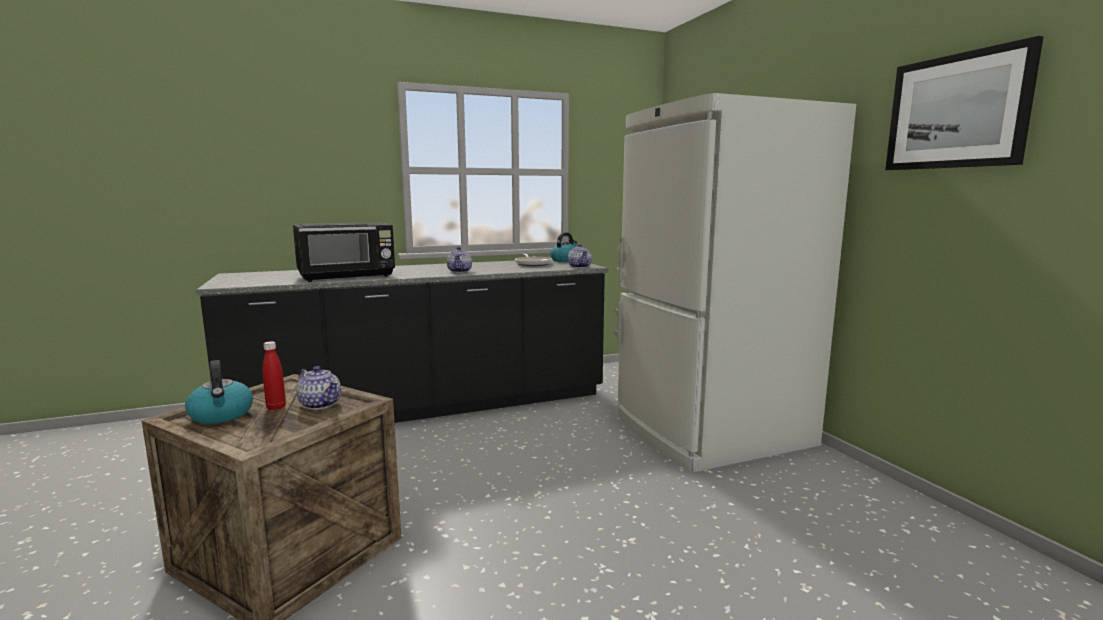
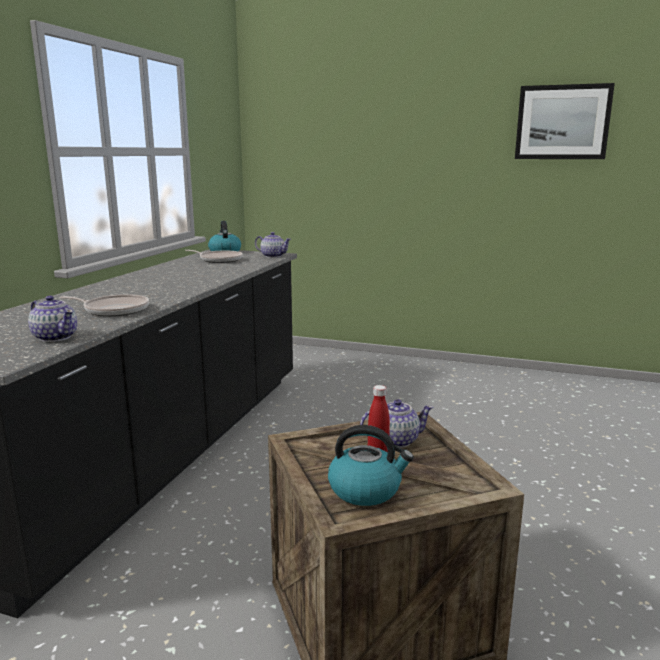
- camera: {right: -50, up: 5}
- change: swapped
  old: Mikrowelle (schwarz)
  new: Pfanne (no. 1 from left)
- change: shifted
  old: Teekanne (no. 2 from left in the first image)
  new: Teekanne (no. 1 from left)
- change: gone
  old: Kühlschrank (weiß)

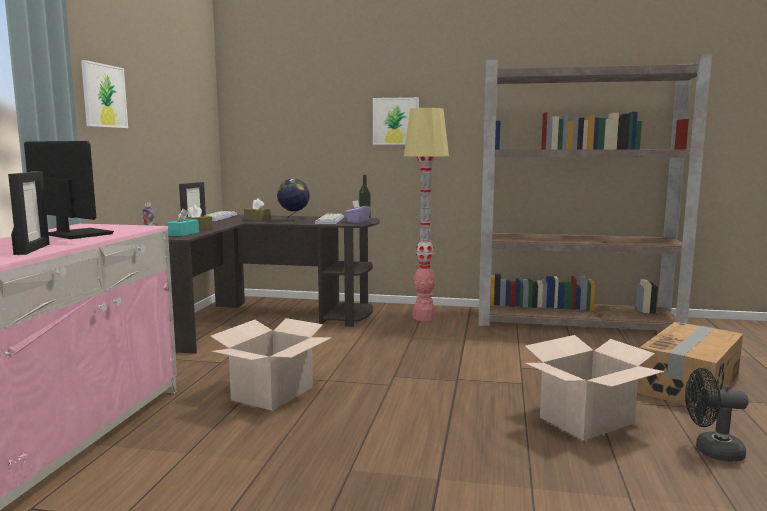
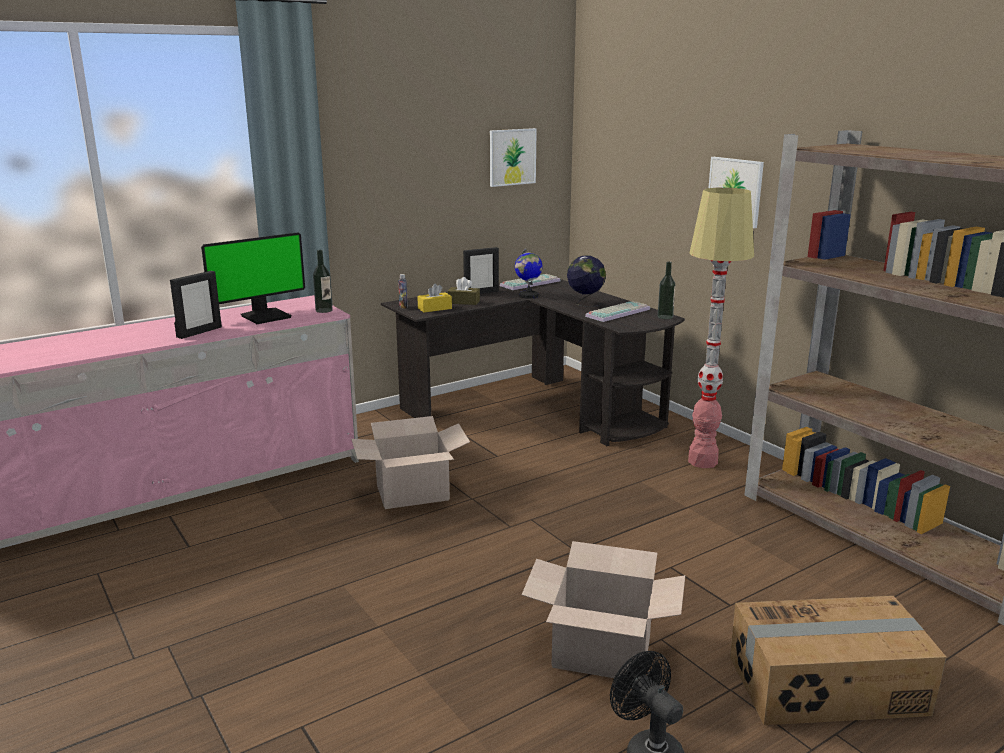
- camera: {right: 45, up: 10}
- change: rotated
  old: Monitor
  degrees: 60
- change: shifted
  old: Bild (no. 1 from left)
- change: repainted
  old: Taschentuchbox (türkis)
  new: Taschentuchbox (gelb)
- change: gone
  old: Taschentuchbox (braun) (no. 2 from left)
- change: gone
  old: Taschentuchbox (lila)
- change: new
  new: Flasche (no. 1 from left)
- change: new
  new: Globus (no. 1 from left)

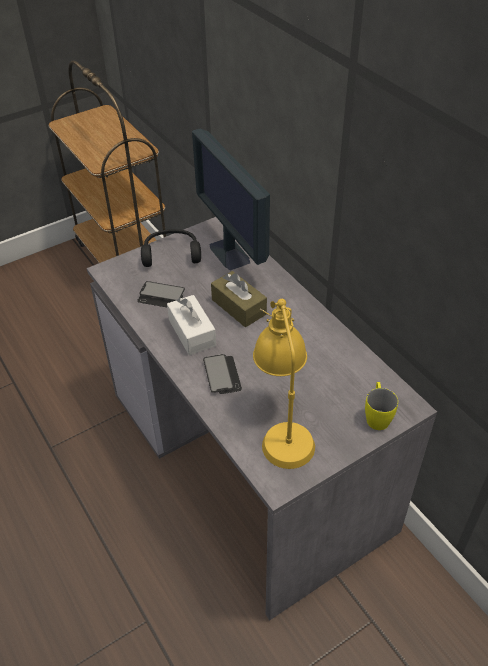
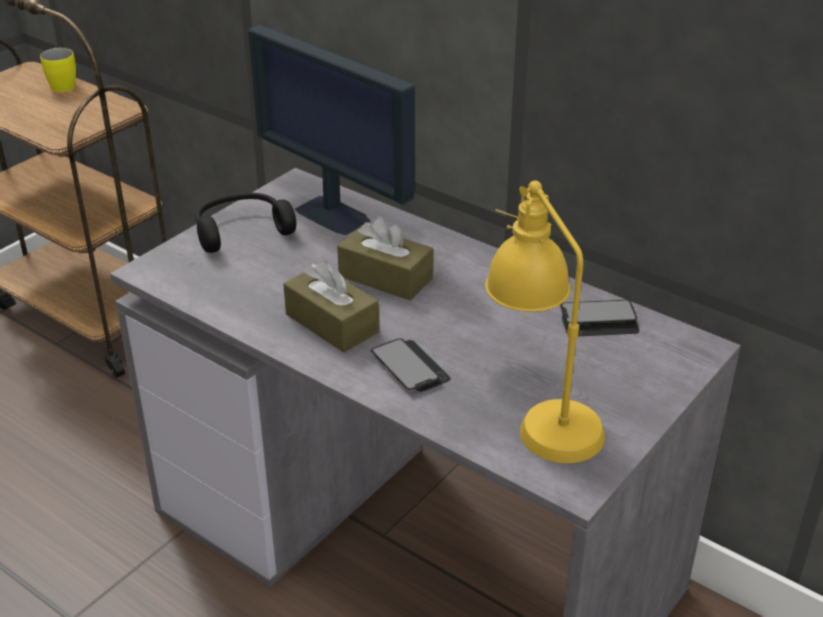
- camera: {right: -20, up: -10}
- change: shifted
  old: Handy (no. 1 from left in the first image)
  new: Handy (no. 2 from left)
- change: repainted
  old: Taschentuchbox (weiß)
  new: Taschentuchbox (braun) (no. 1 from left)
- change: shifted
  old: Henkelbecher (gelb)

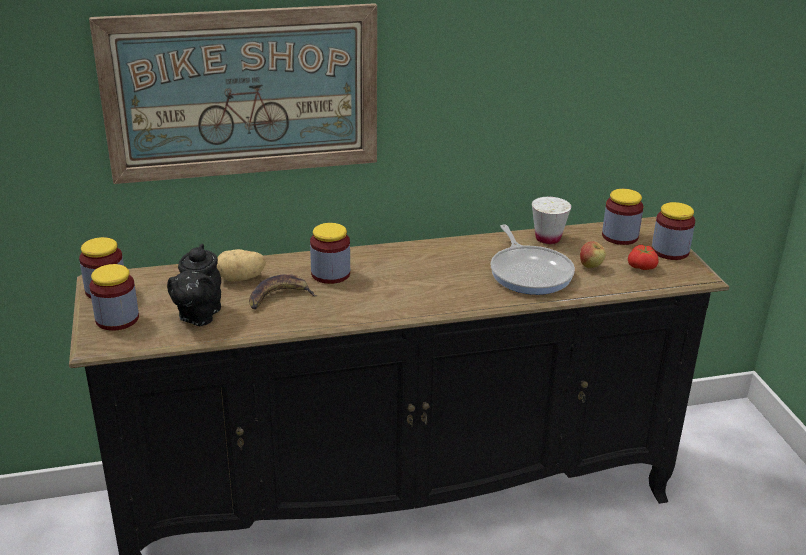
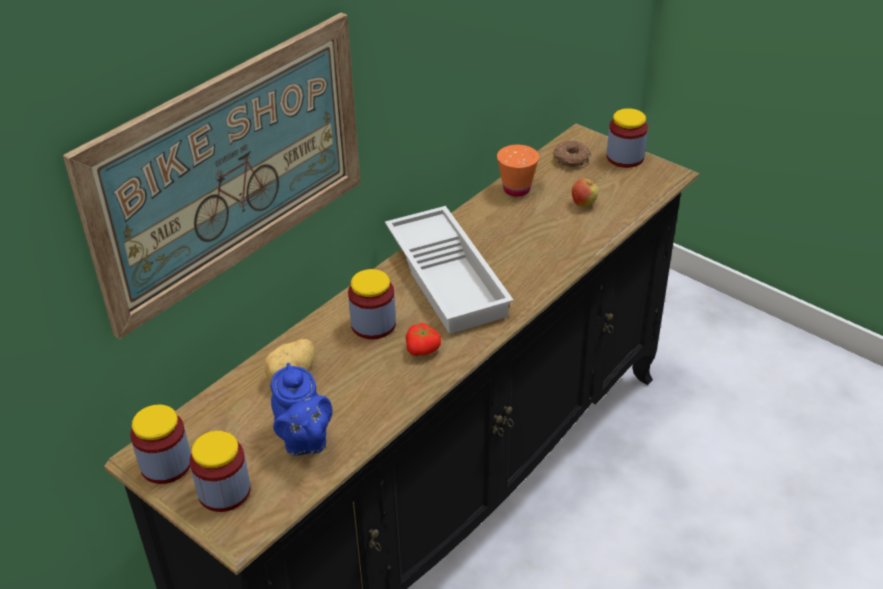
- camera: {right: -35, up: 10}
- change: repainted
  old: Teekanne (schwarz)
  new: Teekanne (blau)
- change: gone
  old: Banane
- change: gone
  old: Pfanne
- change: repainted
  old: Tasse (weiß)
  new: Tasse (orange)
- change: swapped
  old: Vorratsglas (no. 4 from left)
  new: Donut
- change: shifted
  old: Tomate
- change: new
  new: Tablett (weiß)

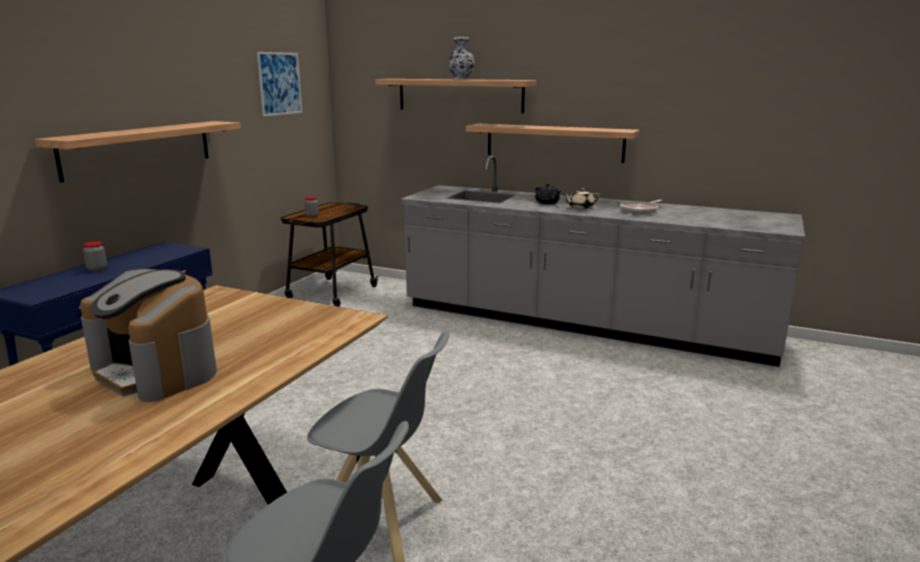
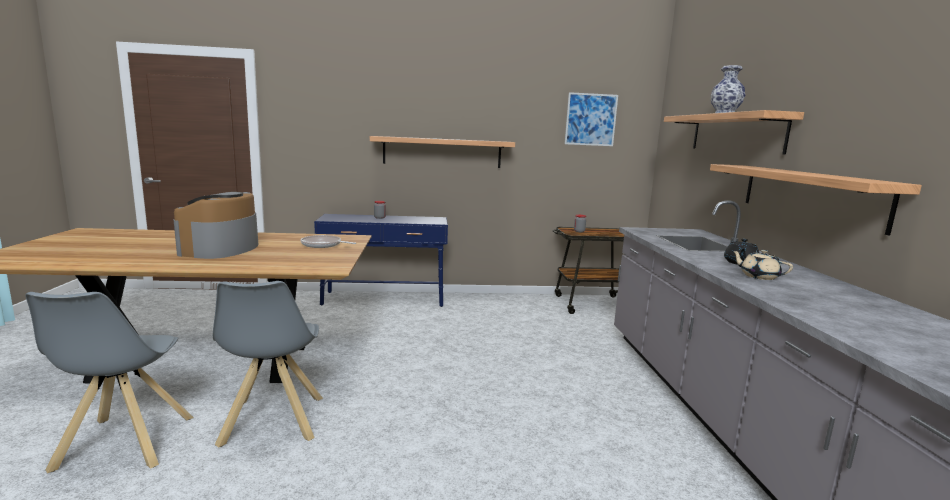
- camera: {right: 60, up: -5}
- change: shifted
  old: Pfanne

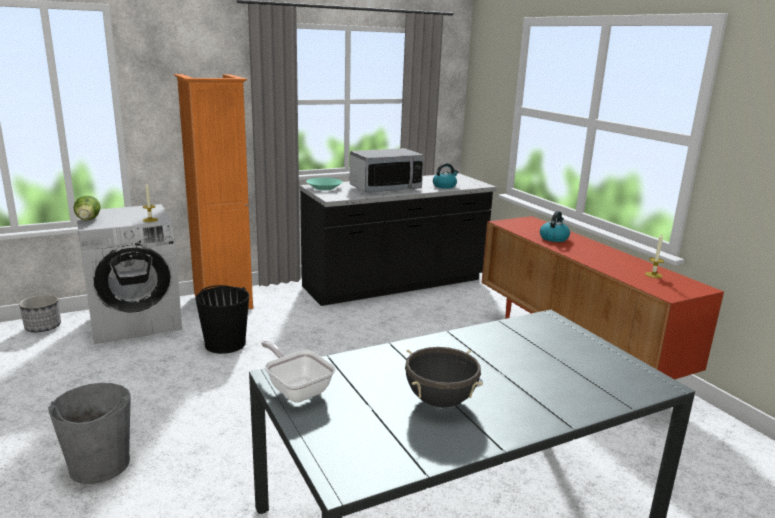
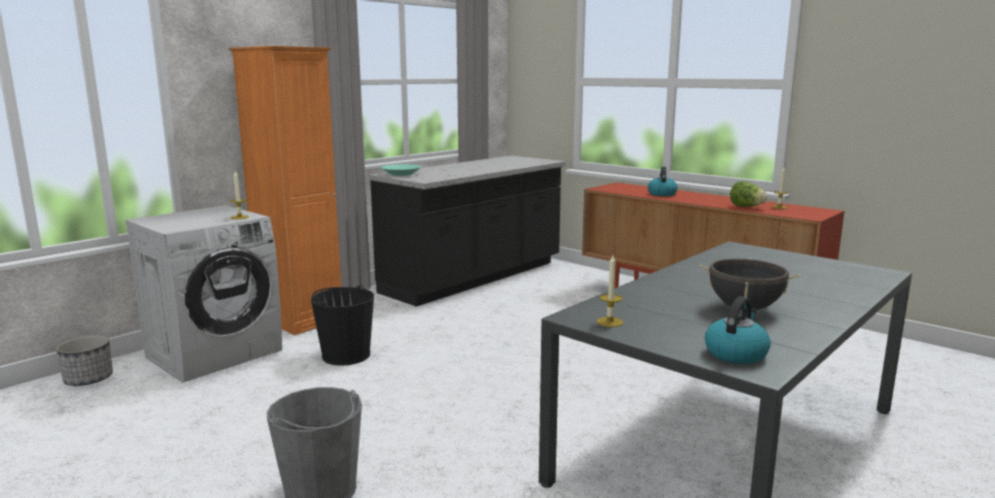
- camera: {right: -20, up: -5}
- change: shifted
  old: Salatkopf
- change: swapped
  old: Pfanne
  new: Kerze (no. 2 from left)
- change: gone
  old: Mikrowelle
- change: shifted
  old: Wasserkessel (no. 1 from left in the first image)
  new: Wasserkessel (no. 2 from left)

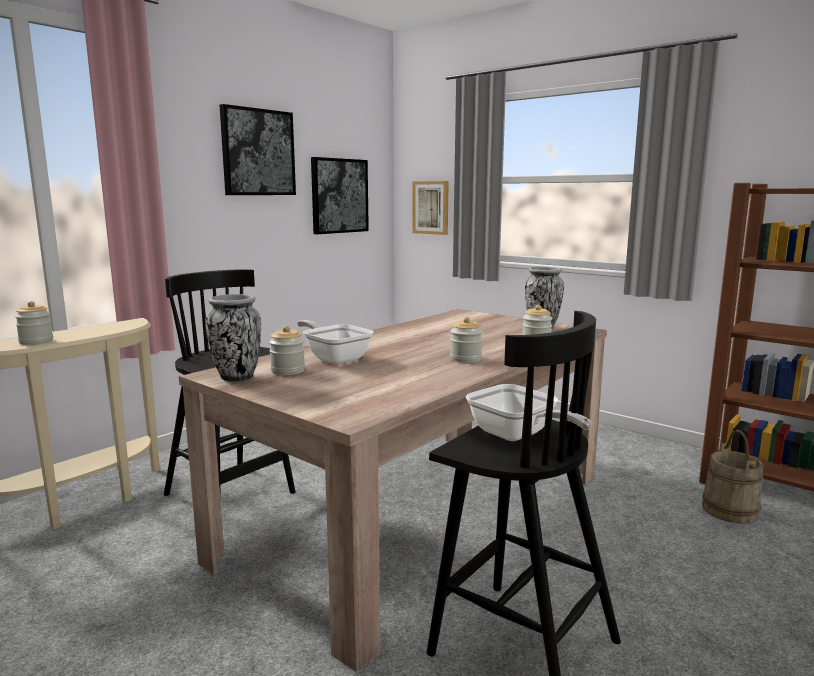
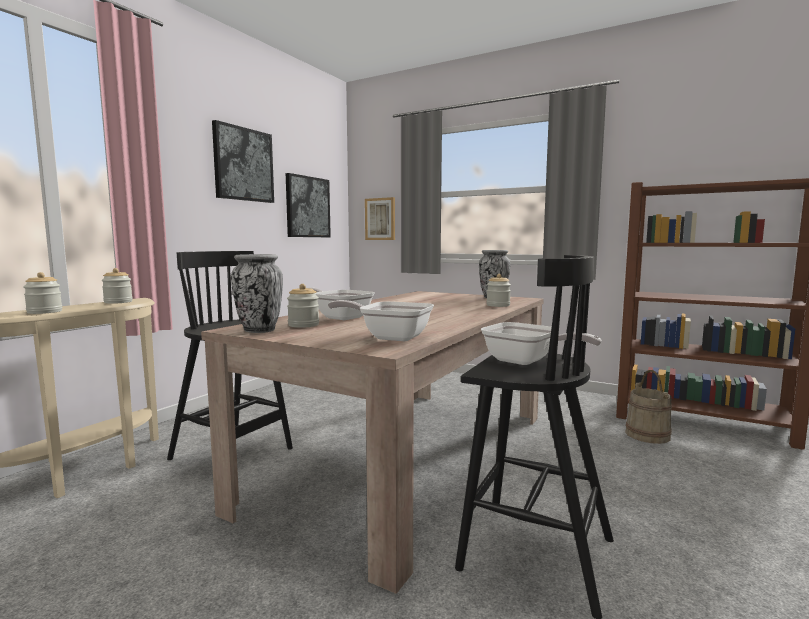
- camera: {right: -10, up: -5}
- change: shifted
  old: Vorratsglas (no. 3 from left in the first image)
  new: Vorratsglas (no. 2 from left)
- change: new
  new: Pfanne (no. 2 from left)

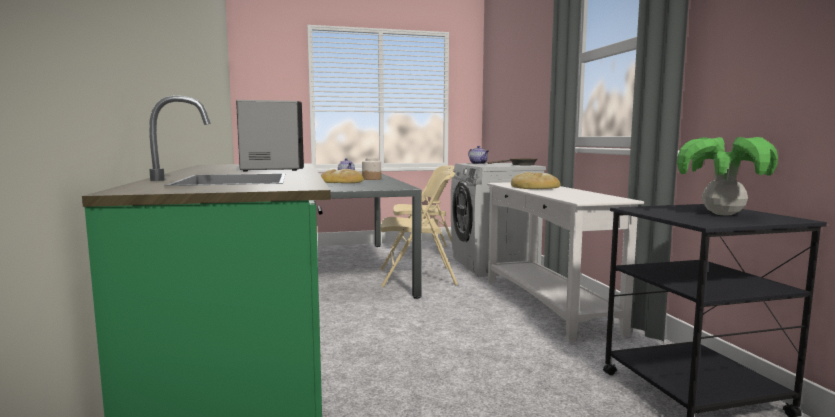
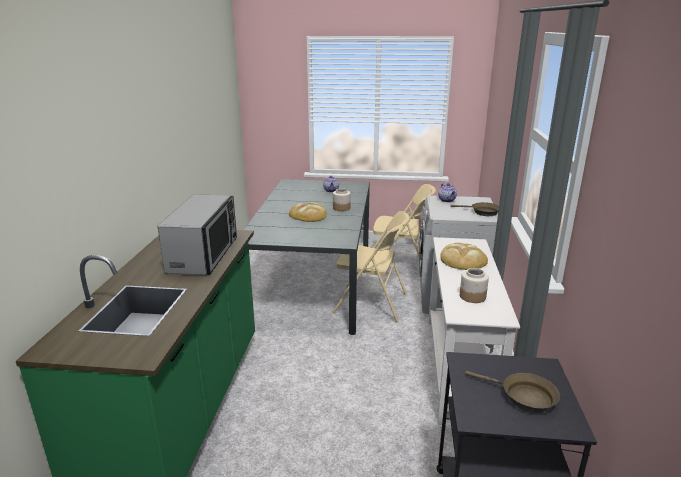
- camera: {right: 20, up: 15}
- change: swapped
  old: Topfpflanze
  new: Pfanne (braun) (no. 2 from left)
- change: new
  new: Vorratsglas (no. 2 from left)

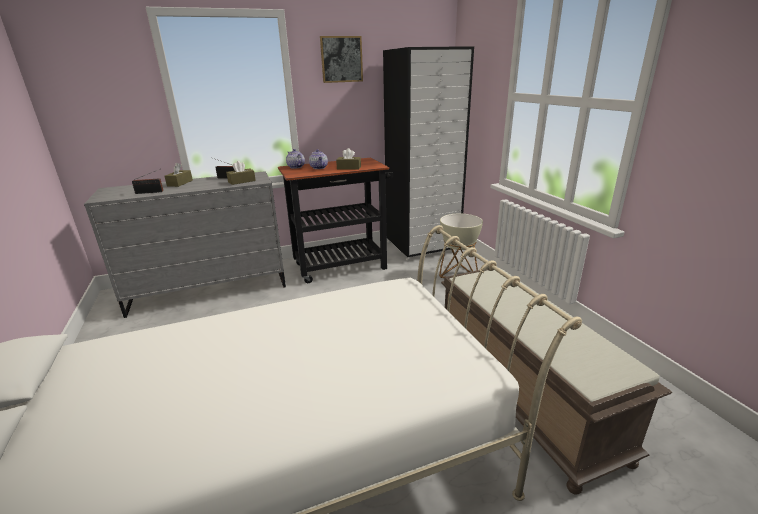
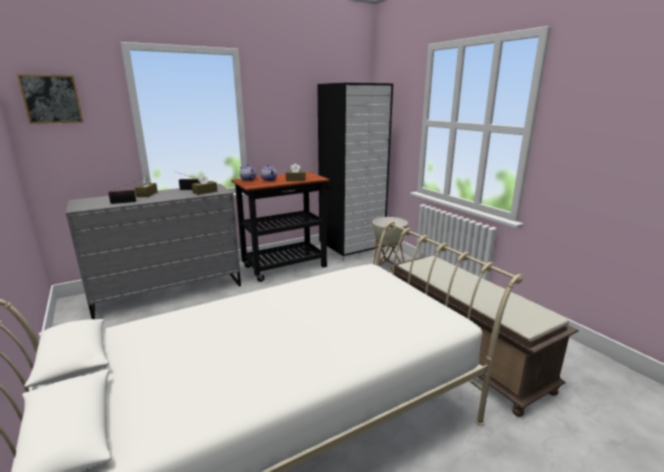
- camera: {right: -10, up: -5}
- change: shifted
  old: Bild

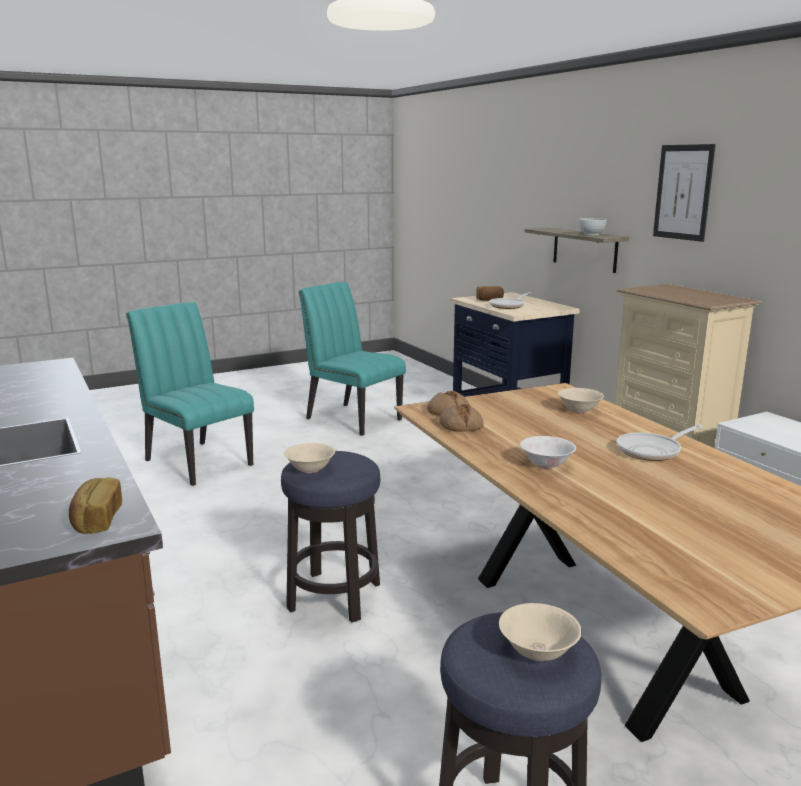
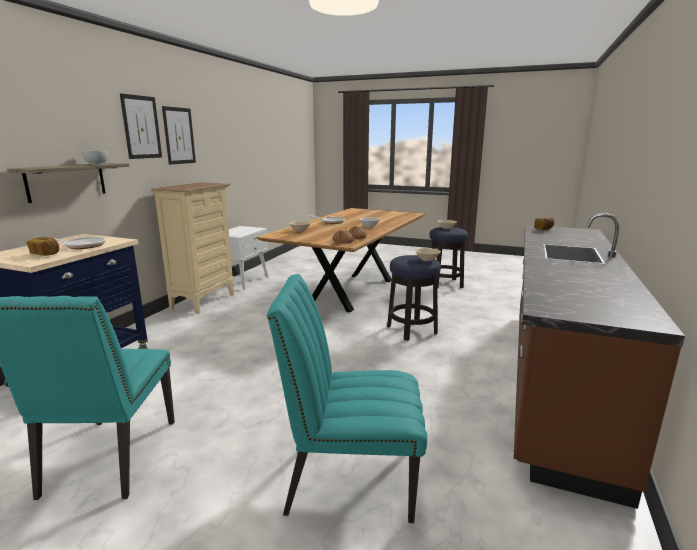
- camera: {right: -130, up: 0}
- change: rotated
  old: Stuhl (türkis) (no. 1 from left in the first image)
  degrees: 90
- change: new
  new: Bild (no. 2 from left)

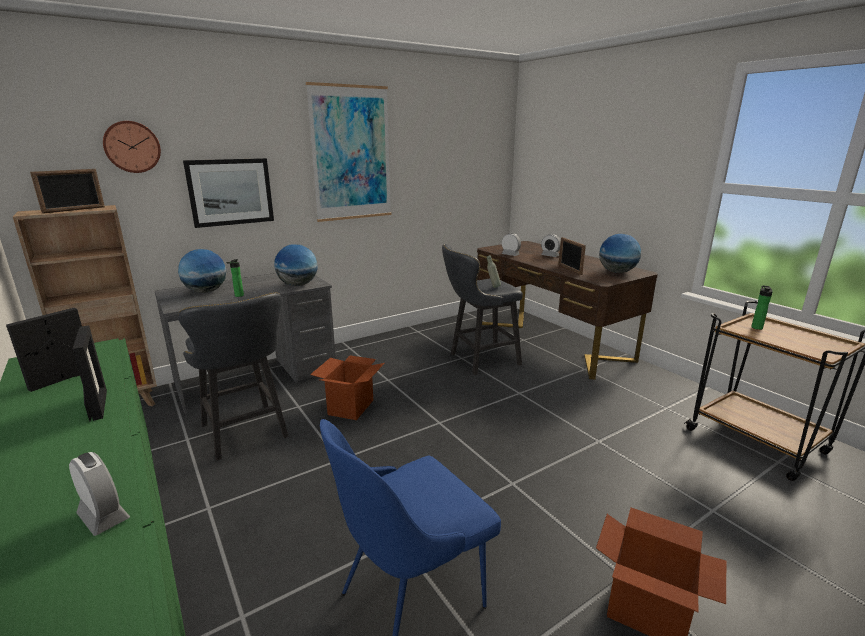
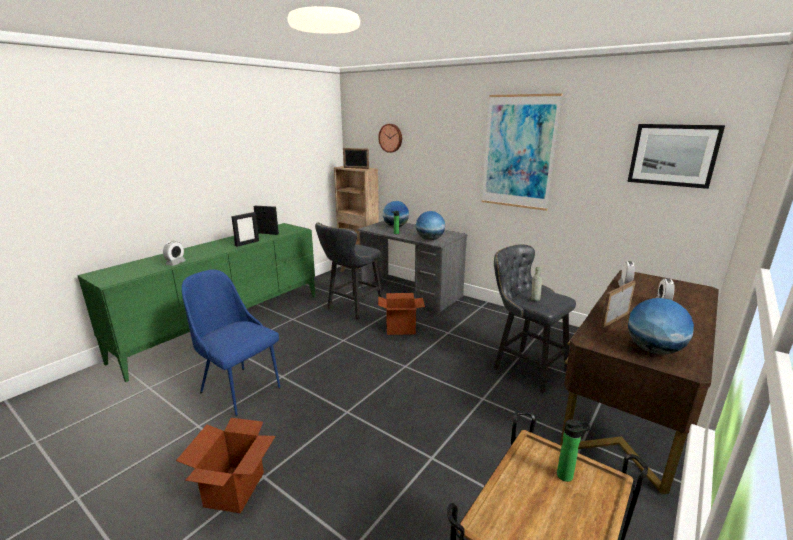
- camera: {right: 70, up: 0}
- change: shifted
  old: Bild (no. 1 from left in the first image)
  new: Bild (no. 2 from left)

